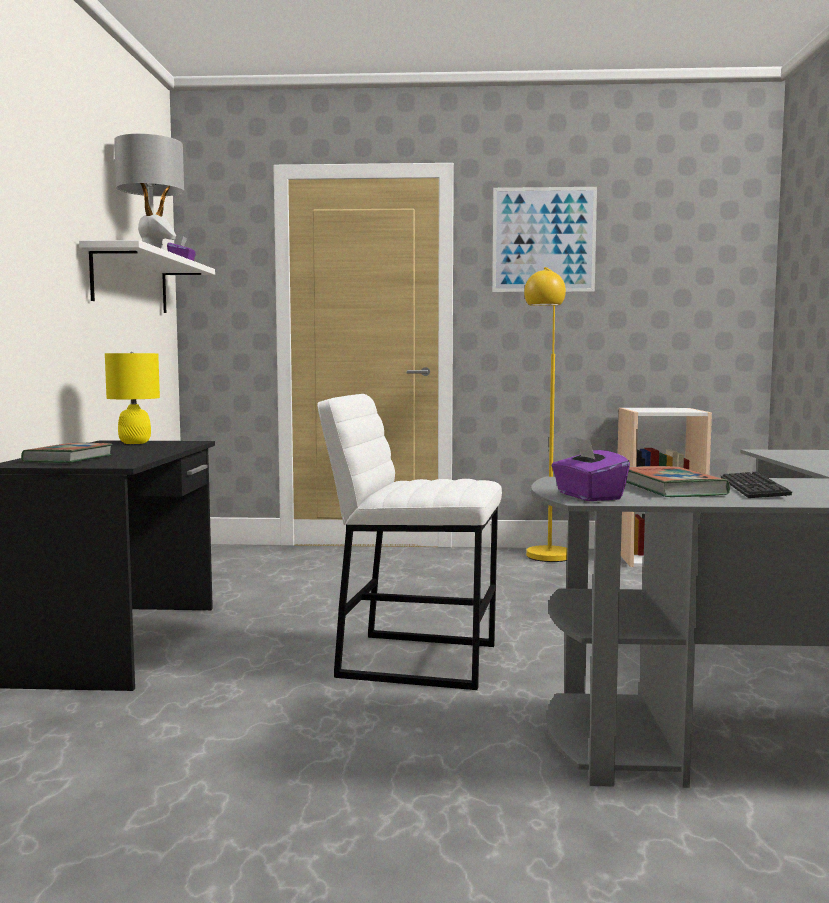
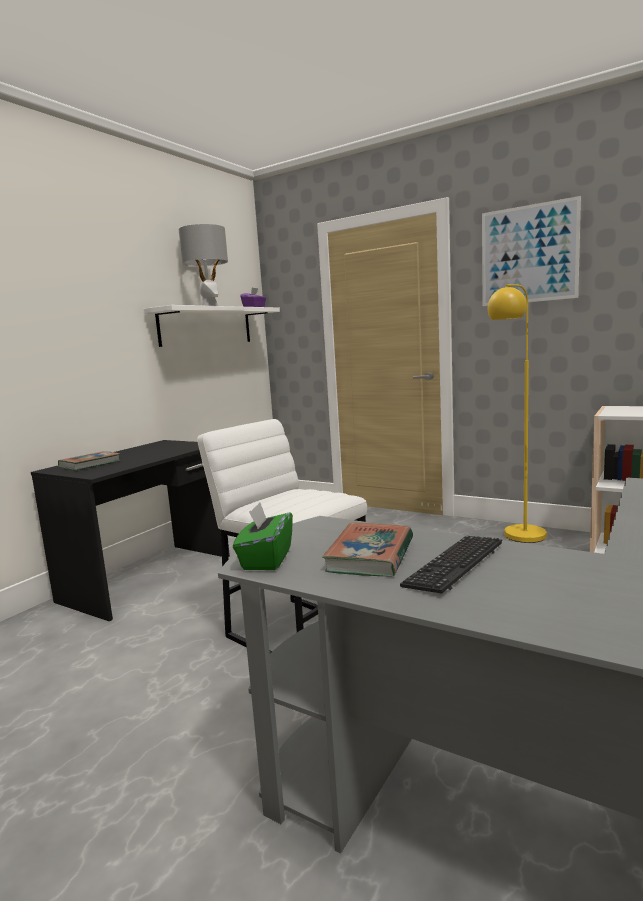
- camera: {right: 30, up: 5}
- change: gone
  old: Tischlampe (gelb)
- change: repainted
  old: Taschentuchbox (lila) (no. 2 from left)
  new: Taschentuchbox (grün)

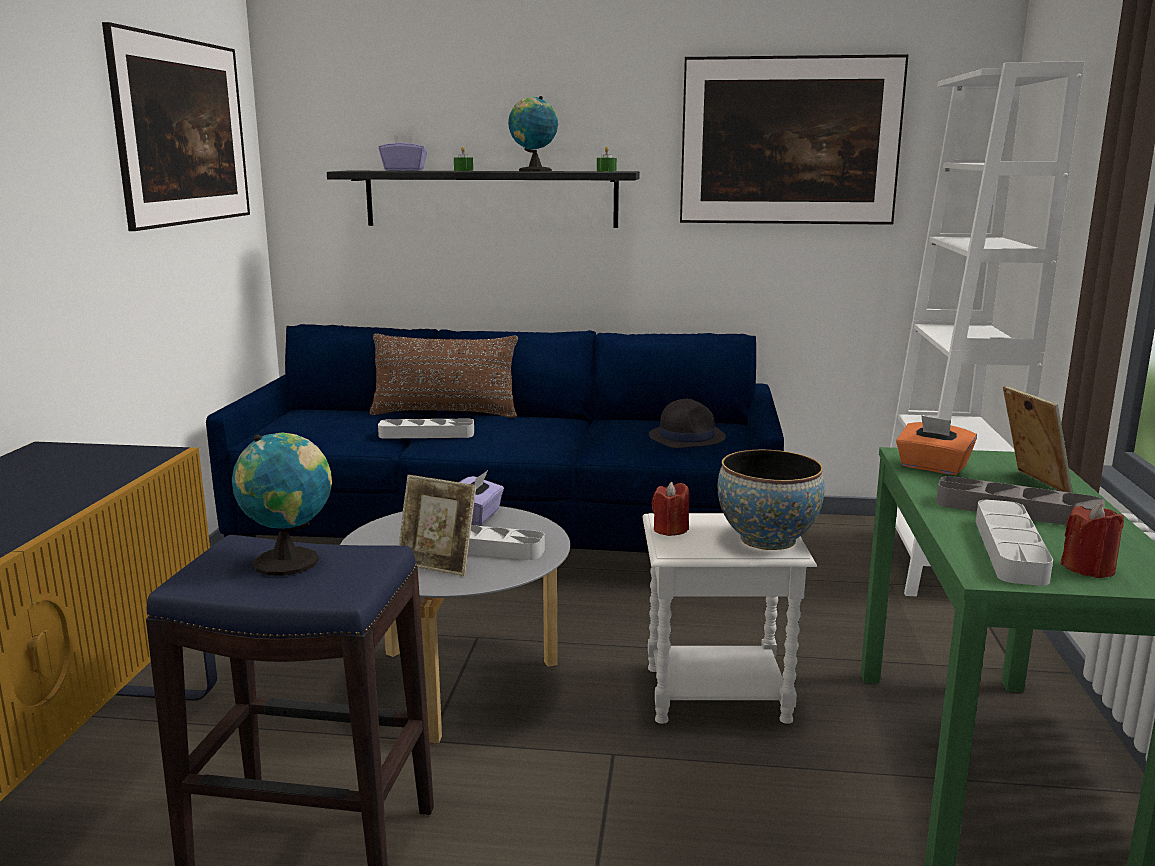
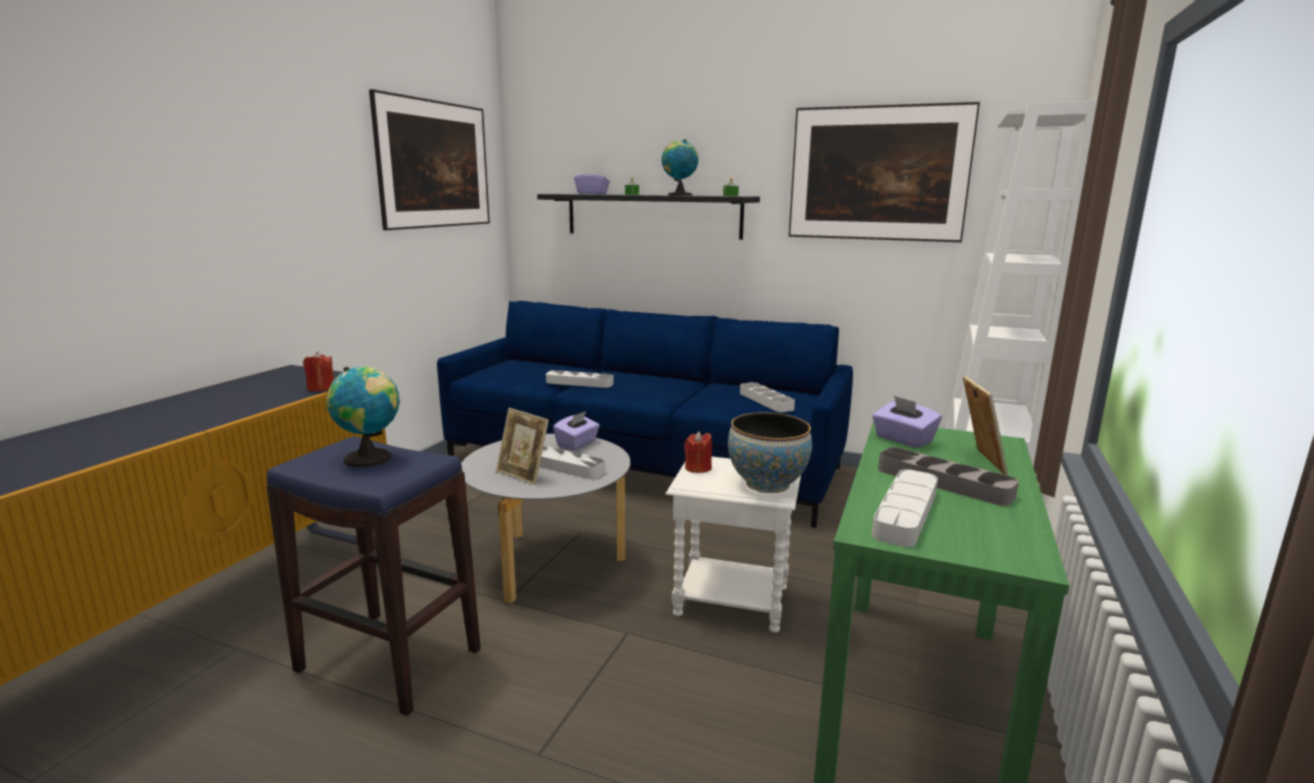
- camera: {right: 15, up: 0}
- change: gone
  old: Kissen (braun)
- change: swapped
  old: Hut (schwarz)
  new: Tablett (grau) (no. 3 from left)
- change: repainted
  old: Taschentuchbox (orange)
  new: Taschentuchbox (lila) (no. 3 from left)
- change: shifted
  old: Kerze (rot) (no. 2 from left in the first image)
  new: Kerze (rot) (no. 1 from left)

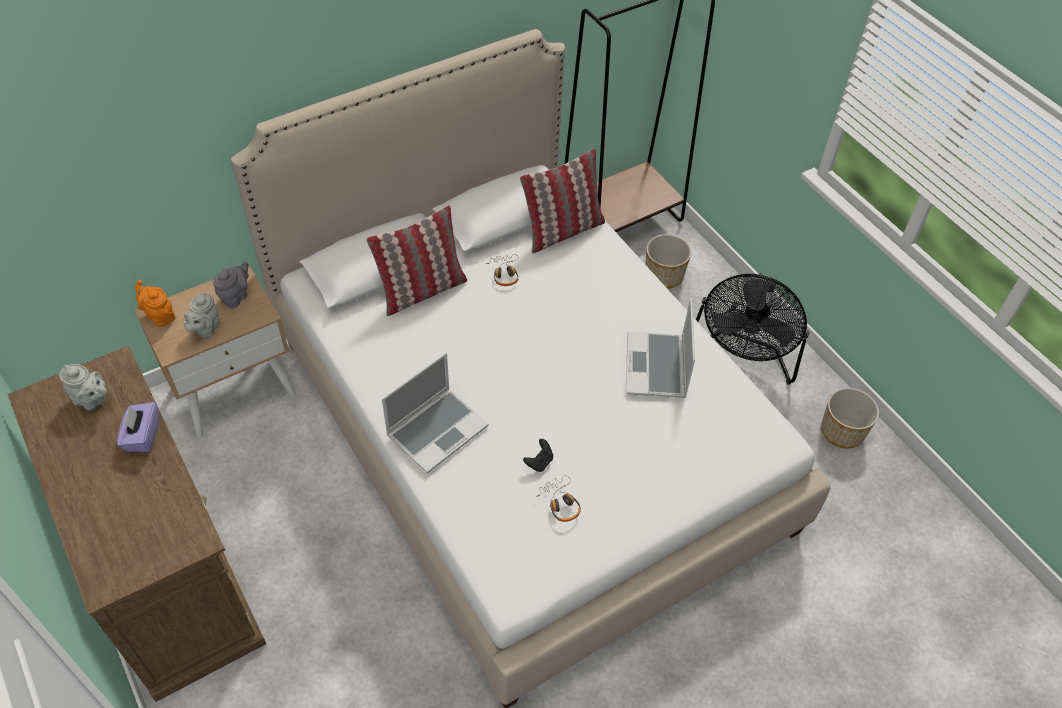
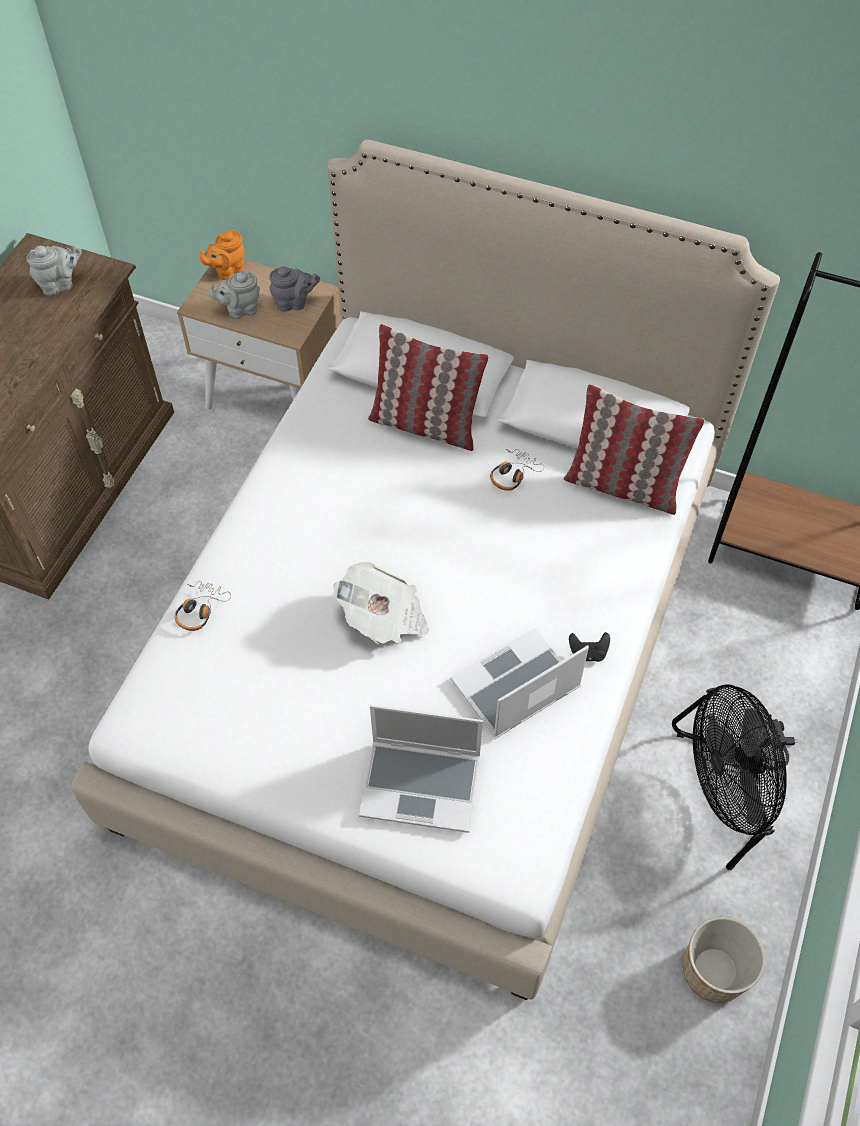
- camera: {right: 55, up: 5}
- change: rotated
  old: Teekanne (grau) (no. 1 from left)
  degrees: -105
- change: gone
  old: Taschentuchbox (lila)
- change: rotated
  old: Teekanne (orange)
  degrees: -135
- change: shifted
  old: Laptop (no. 1 from left)
- change: shifted
  old: Gamepad (schwarz)
- change: shifted
  old: Kopfhörer (no. 2 from left in the first image)
  new: Kopfhörer (no. 1 from left)
- change: gone
  old: Pflanzkübel (no. 1 from left)
- change: new
  new: Zeitung

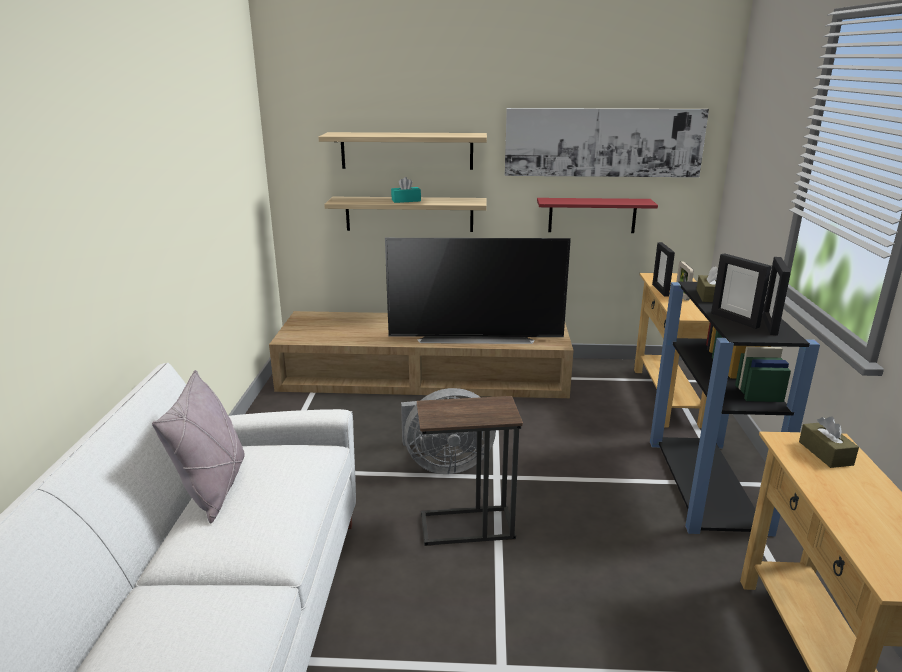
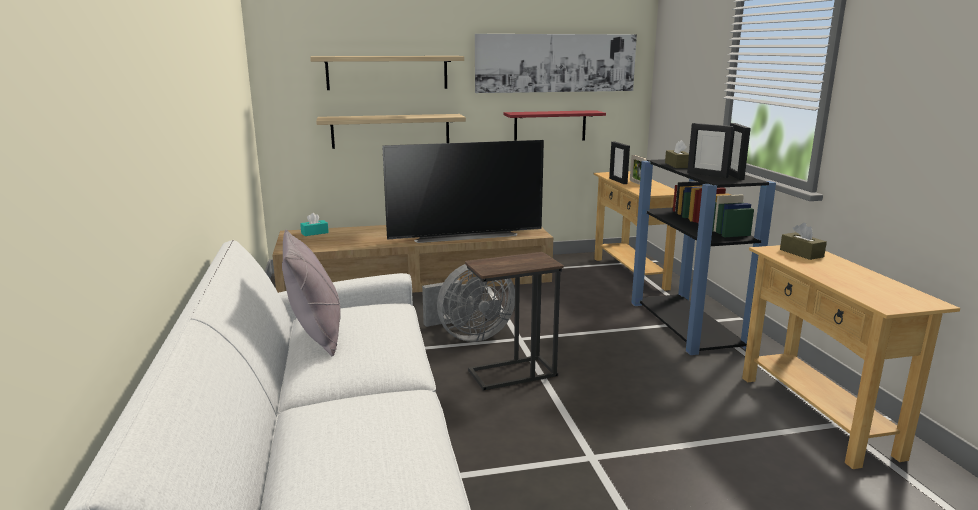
- camera: {right: -15, up: -5}
- change: shifted
  old: Taschentuchbox (türkis)

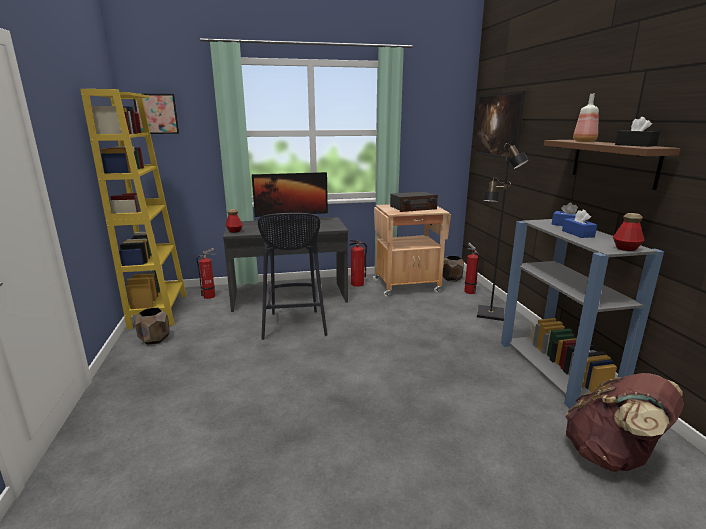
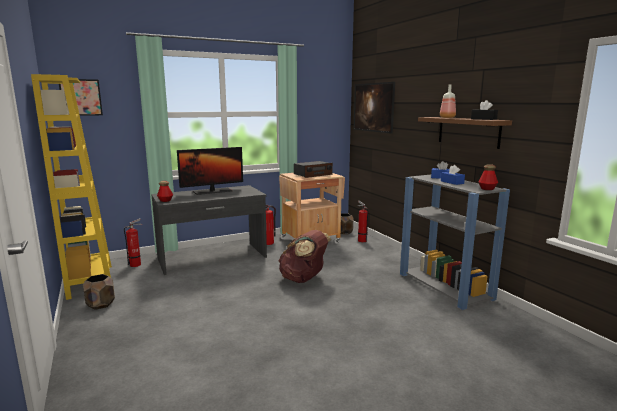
- camera: {right: -15, up: -5}
- change: gone
  old: Hocker (grau)
- change: gone
  old: Stehlampe (schwarz)
- change: shifted
  old: Rucksack (braun)

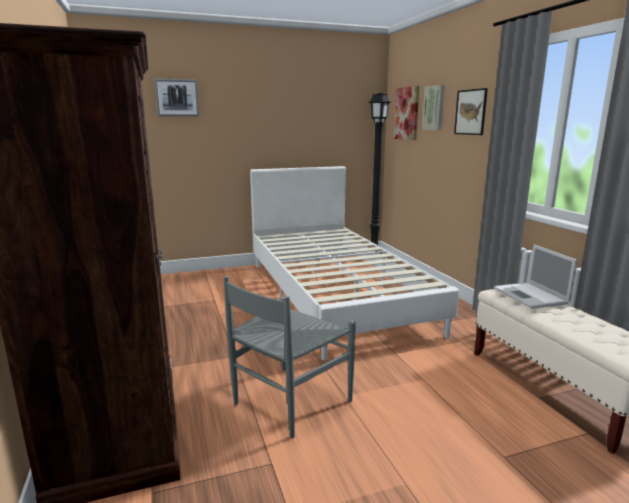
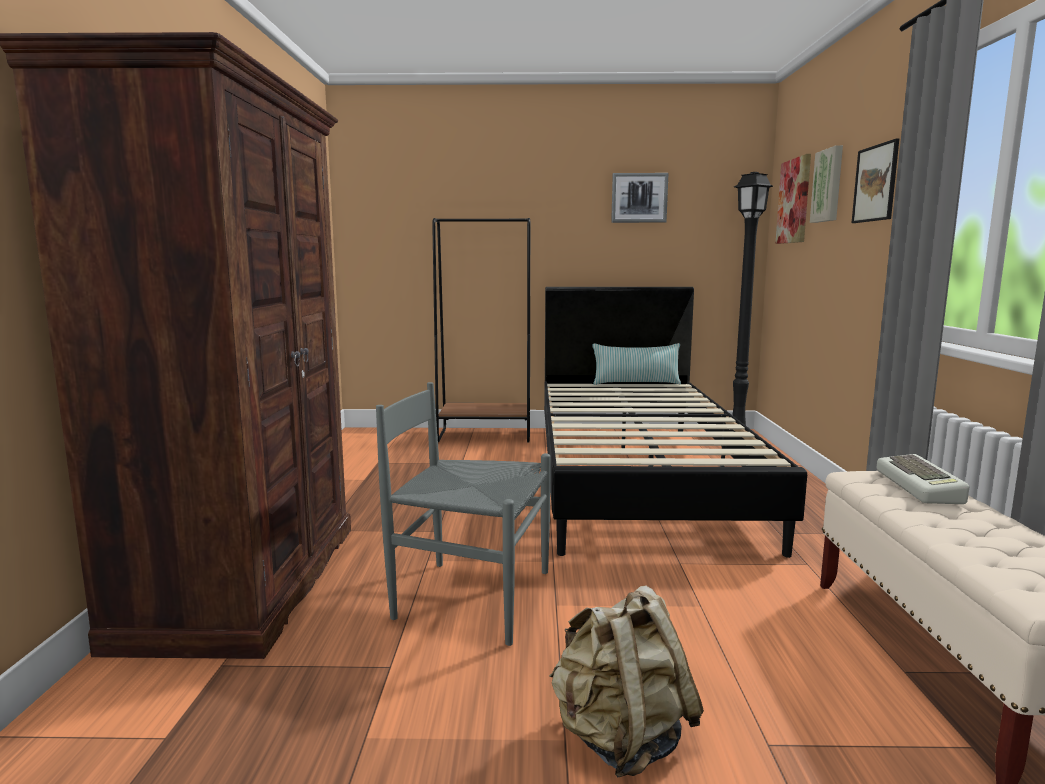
- camera: {right: 20, up: -5}
- change: shifted
  old: Bild (no. 1 from left)
- change: rotated
  old: Stuhl (grau)
  degrees: 45
- change: repainted
  old: Bett (weiß)
  new: Bett (schwarz)
- change: swapped
  old: Laptop
  new: Tastatur
- change: new
  new: Kleiderständer
- change: new
  new: Rucksack (beige)
- change: new
  new: Kissen

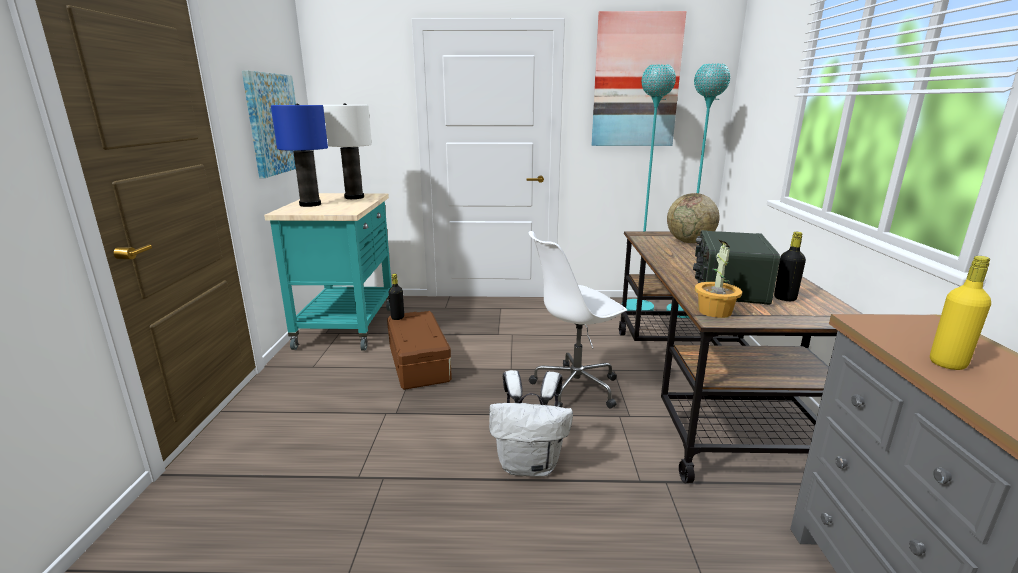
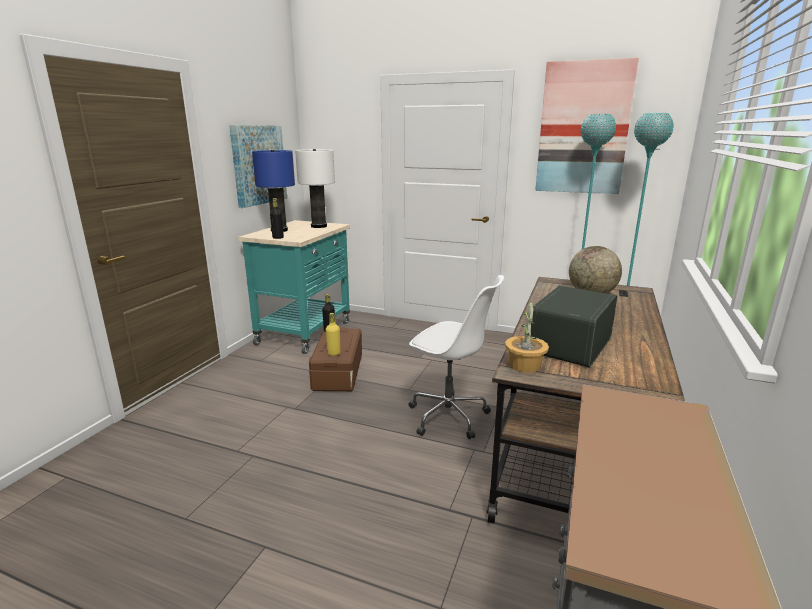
- camera: {right: 20, up: 0}
- change: gone
  old: Rucksack (weiß)
- change: rotated
  old: Bürostuhl (weiß)
  degrees: -150
- change: shifted
  old: Flasche (schwarz) (no. 2 from left in the first image)
  new: Flasche (schwarz) (no. 1 from left)
- change: shifted
  old: Flasche (gelb)

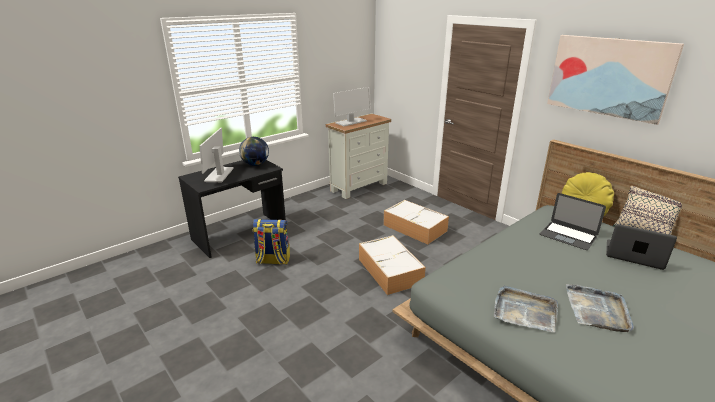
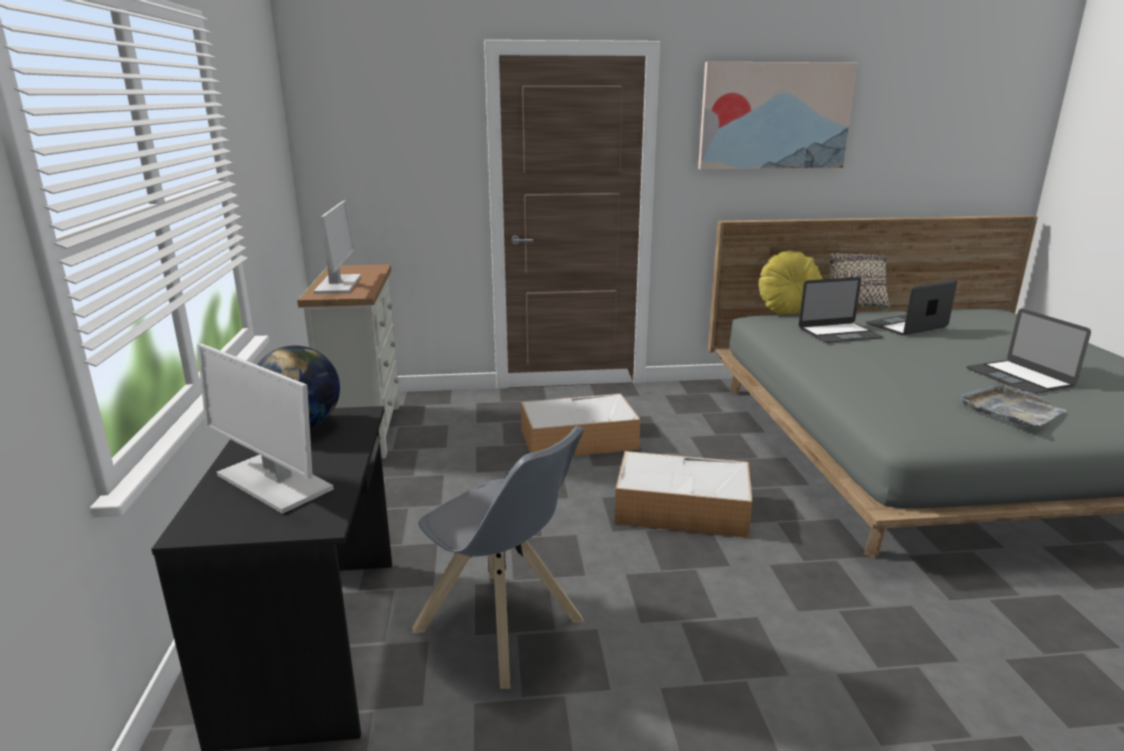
- camera: {right: -55, up: -5}
- change: swapped
  old: Rucksack
  new: Stuhl (grau)
- change: swapped
  old: Tablett (grau) (no. 2 from left)
  new: Laptop (no. 3 from left)

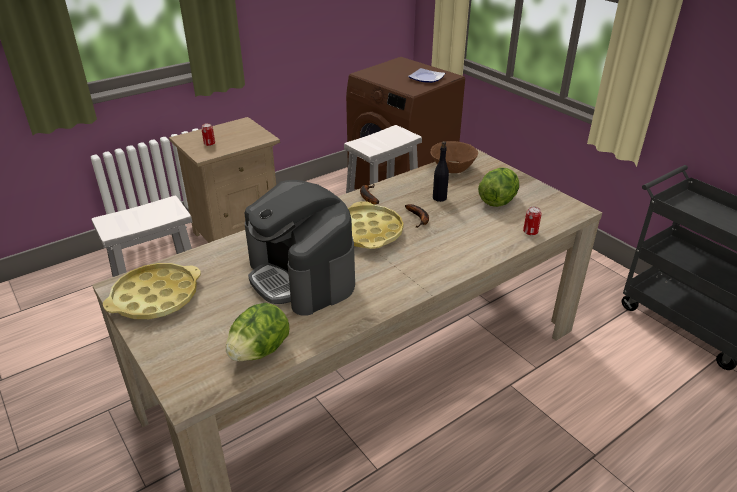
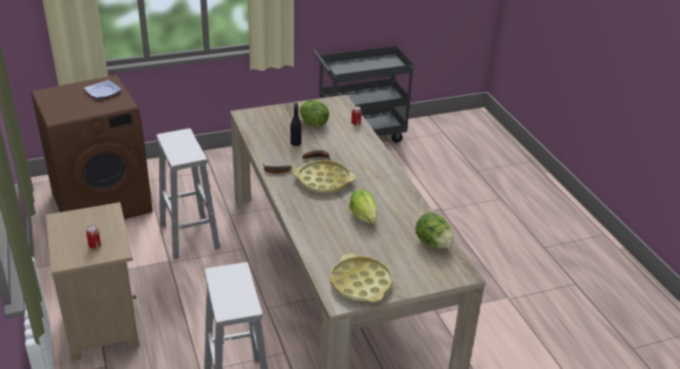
- camera: {right: -75, up: 0}
- change: swapped
  old: Kaffeemaschine
  new: Salatkopf (no. 2 from left)
- change: gone
  old: Schüssel (braun)

